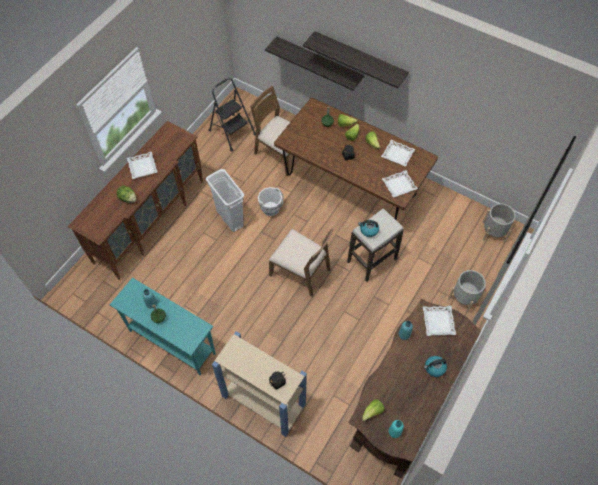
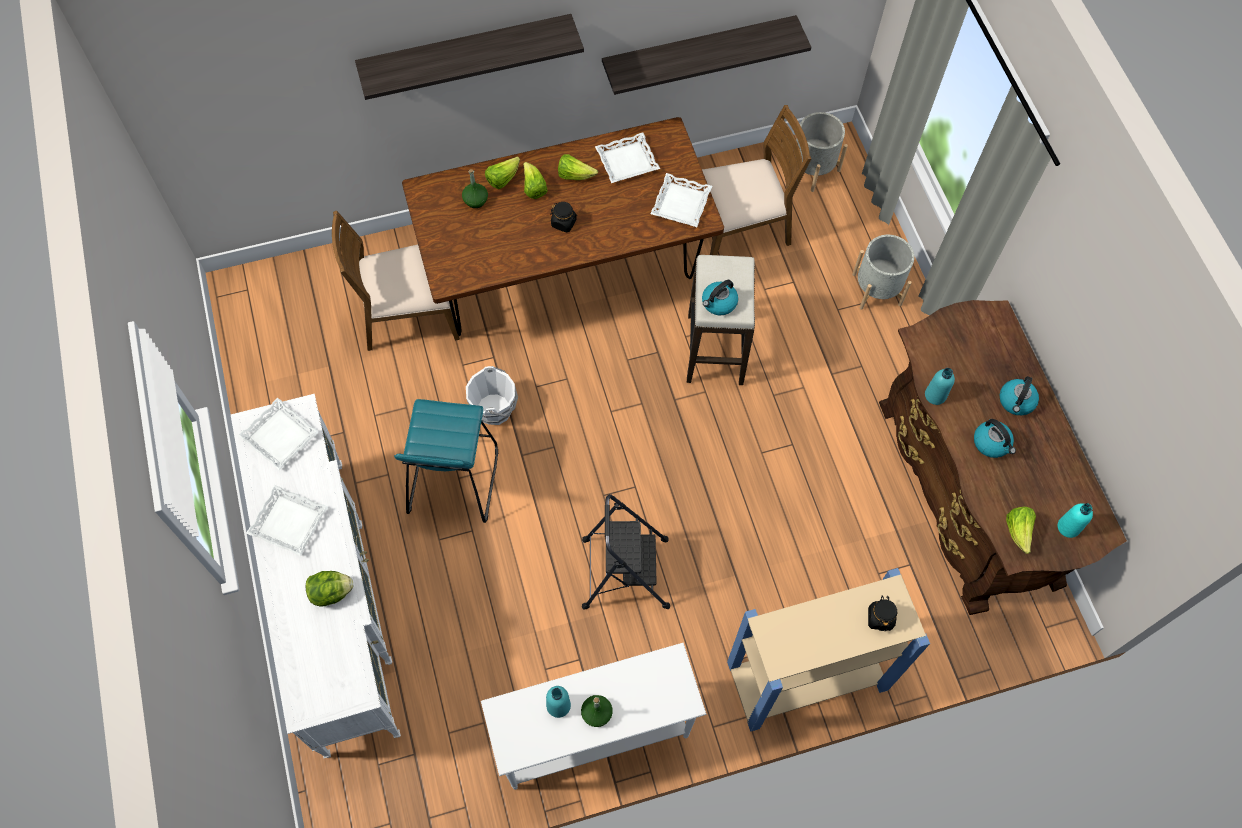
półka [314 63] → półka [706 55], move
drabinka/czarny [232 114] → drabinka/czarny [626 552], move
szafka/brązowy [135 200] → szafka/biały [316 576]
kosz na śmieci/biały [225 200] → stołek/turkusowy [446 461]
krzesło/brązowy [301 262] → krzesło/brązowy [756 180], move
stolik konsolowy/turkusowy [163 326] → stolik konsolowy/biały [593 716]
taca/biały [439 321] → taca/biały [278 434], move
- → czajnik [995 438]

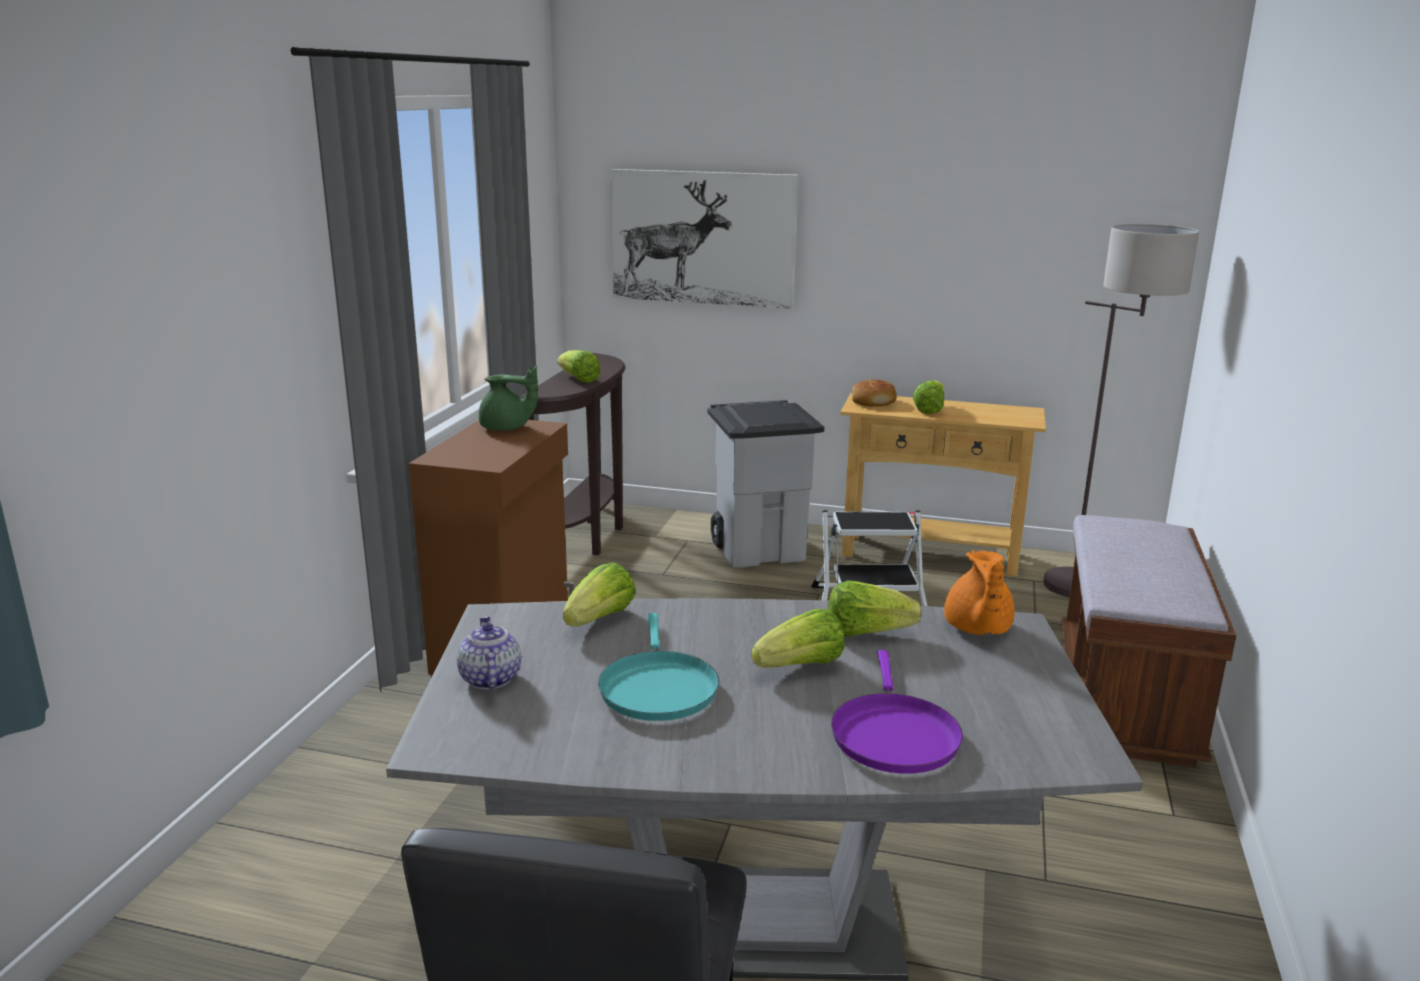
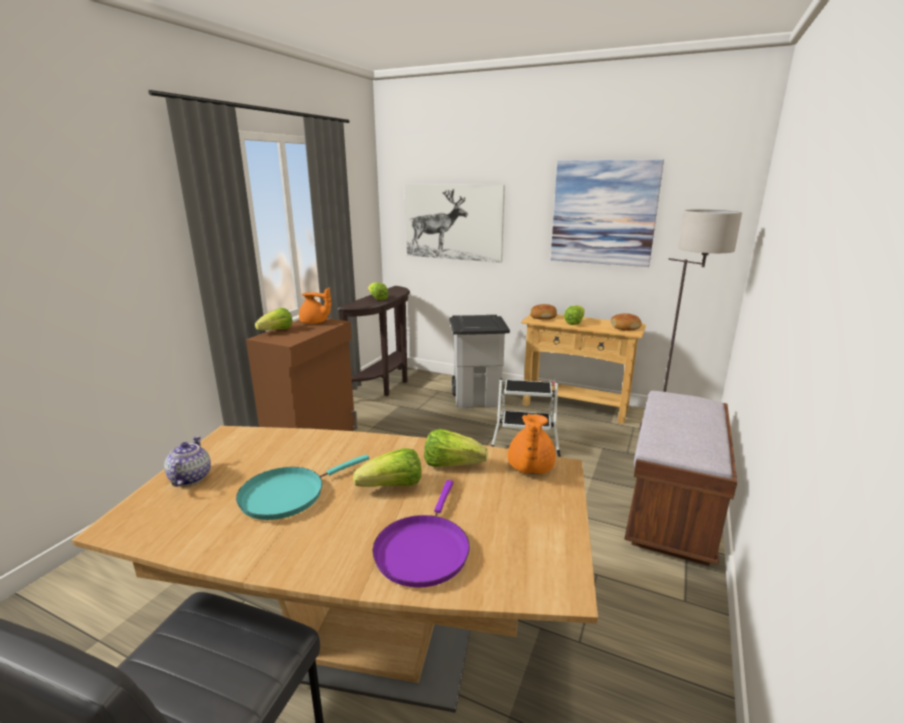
imbryk/zielony [508 398] → imbryk/pomarańczowy [315 306]
sałata [599 595] → sałata [273 319], move
stół jadalny/szary [764 789] → stół jadalny/brązowy [335 569]
patelnia/turkusowy [658 667] → patelnia/turkusowy [302 487], 45 degrees clockwise
- → obraz [607 213]
- → chleb [626 322]

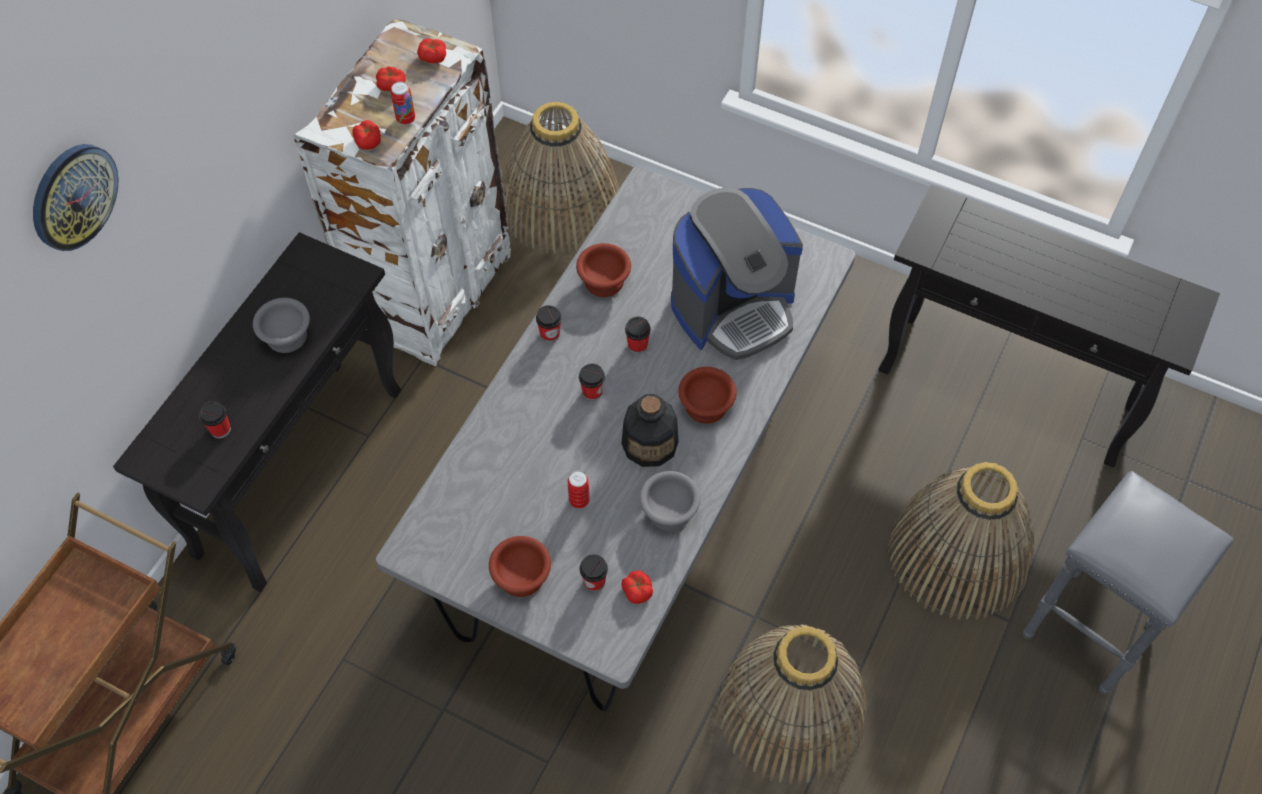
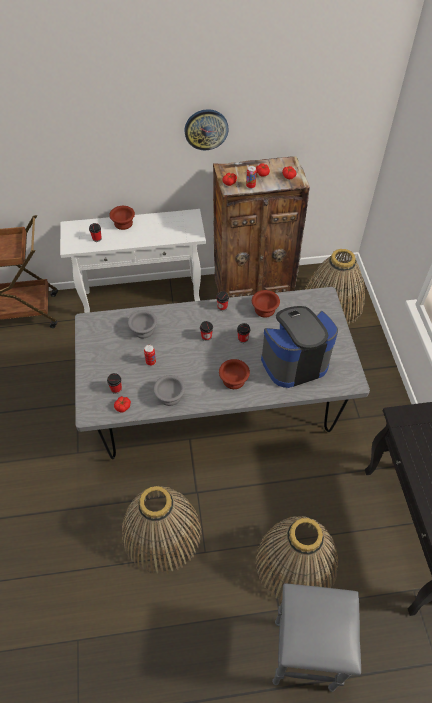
szafka/biały [402 192] → szafka/brązowy [261 227]
zegar ścienny [76 197] → zegar ścienny [206 129], move
ekspres do kawy [737 274] → ekspres do kawy [299 347], 135 degrees clockwise
stolik konsolowy/czarny [257 412] → stolik konsolowy/biały [133 261]
miska/szary [281 325] → miska/szary [142 324], move
butelka [649 430] → -
miska/brązowy [520 566] → miska/brązowy [122 218], move

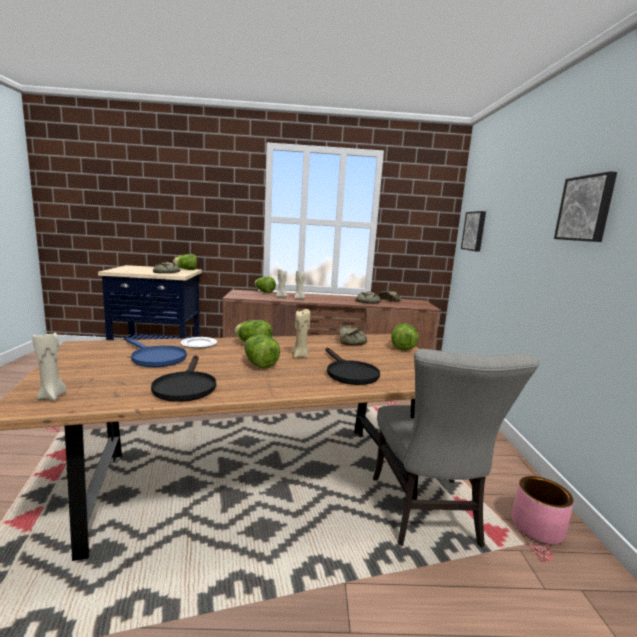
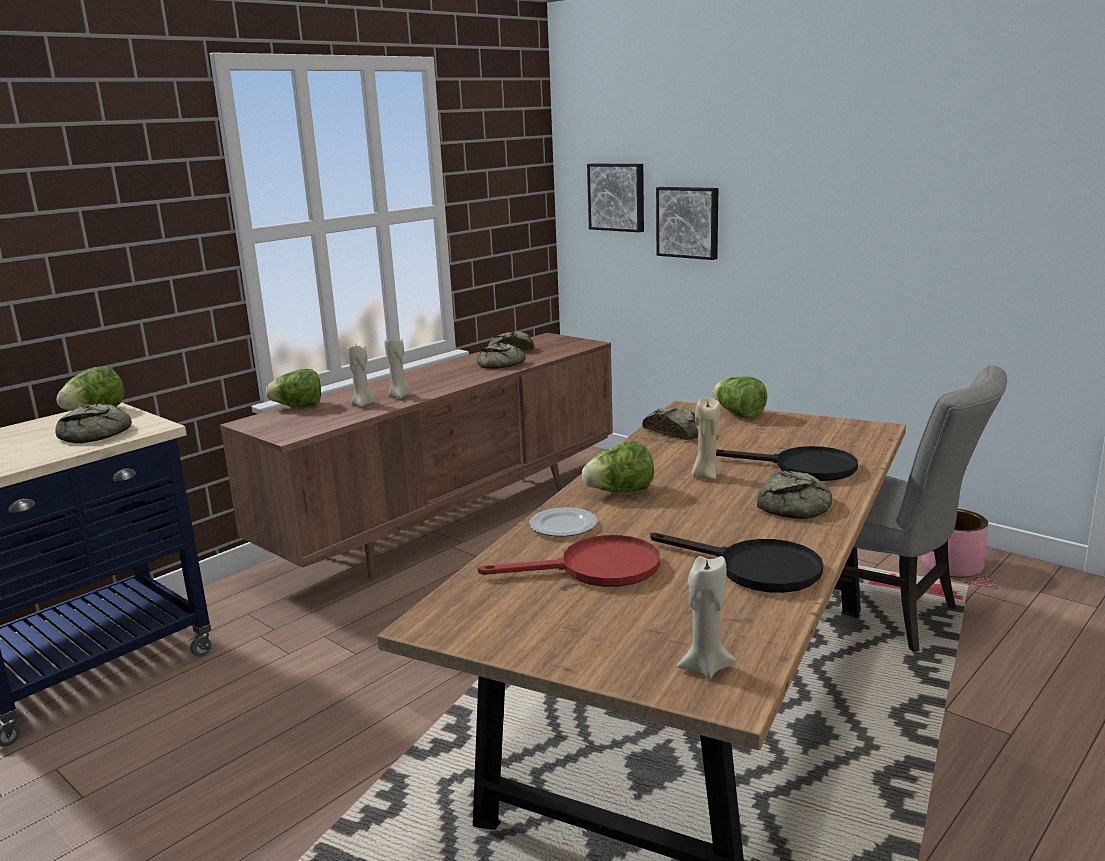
obraz [585 206] → obraz [687 223], move
sałata [262 352] → -
patelnia/niebieski [156 352] → patelnia/czerwony [569 561]
- → chleb [794 495]

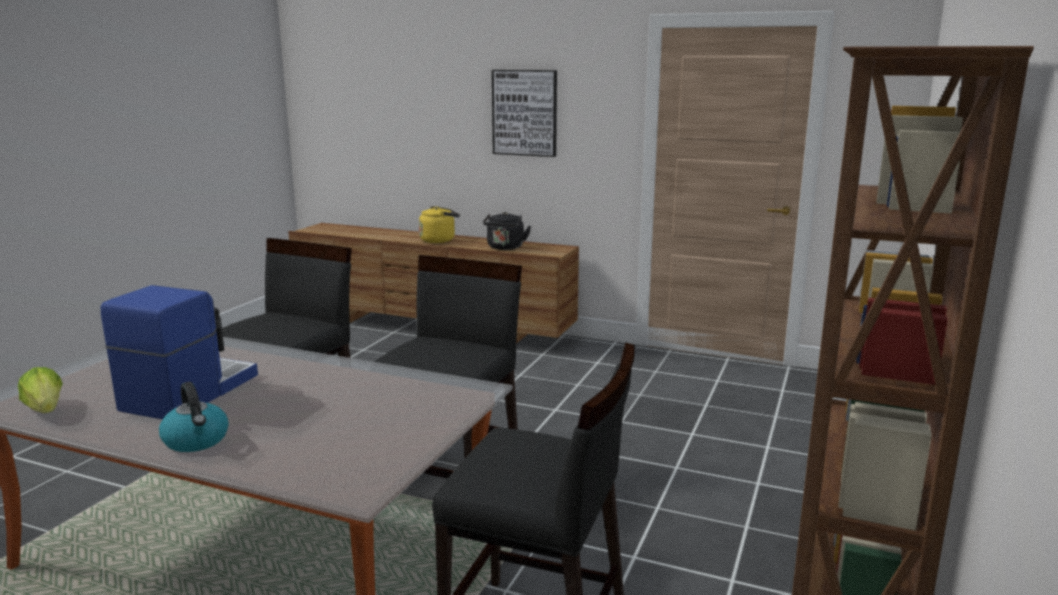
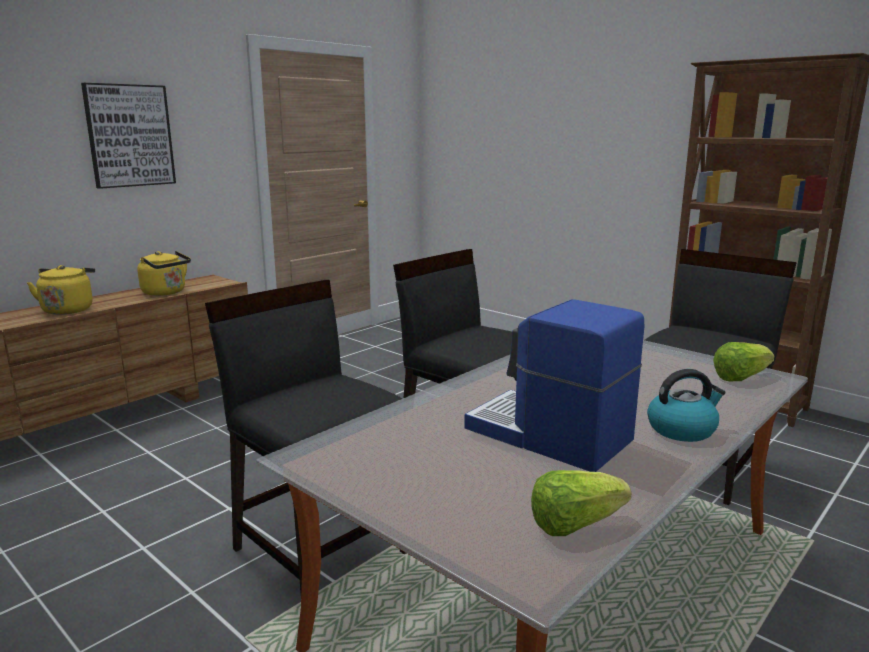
czajnik/czarny [507 231] → czajnik/żółty [164 273]
- → sałata [744 361]

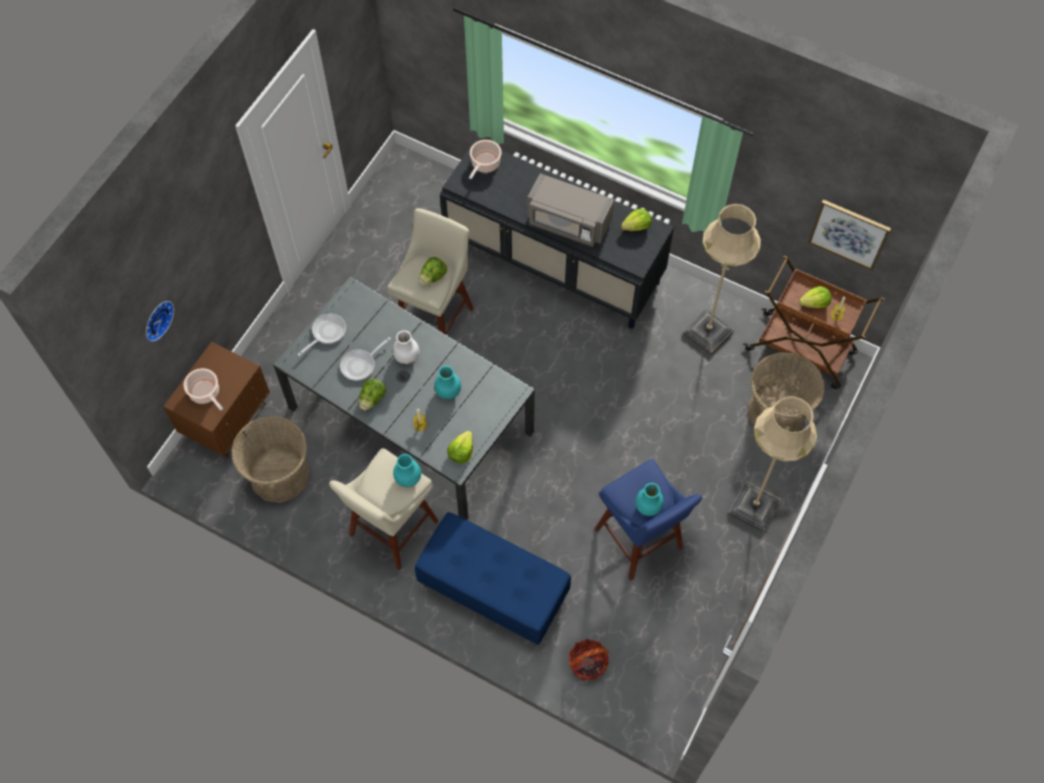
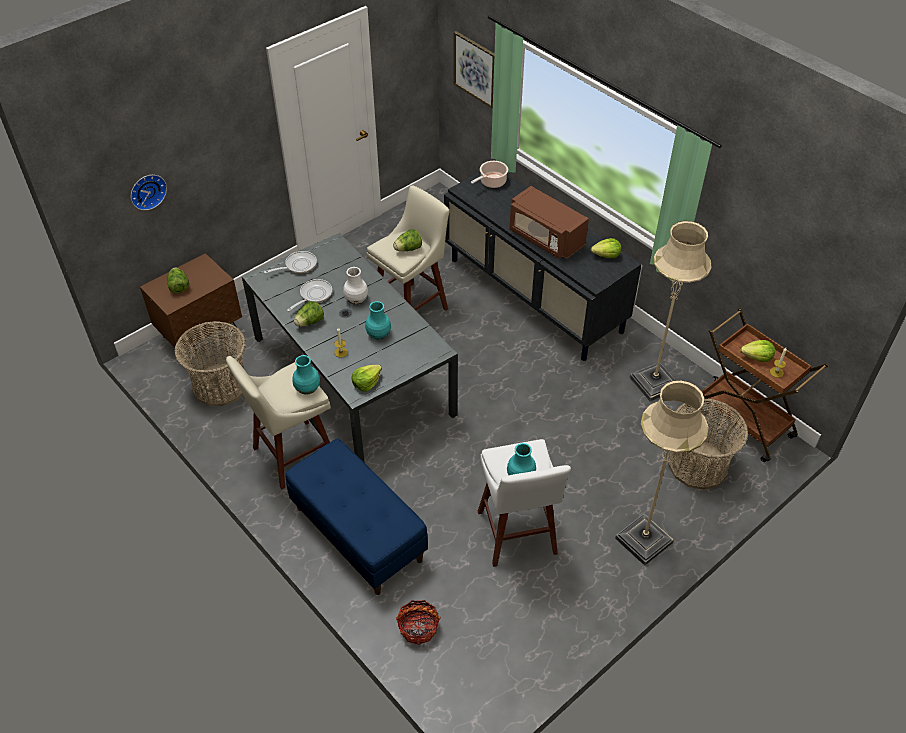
mikrofalówka/szary [570 210] → mikrofalówka/brązowy [549 222]
obraz [849 235] → obraz [474 69], move
patelnia [365 359] → patelnia [309 295], 150 degrees clockwise
garnek [203 389] → sałata [178 280]
stołek/niebieski [648 520] → stołek/biały [524 503]

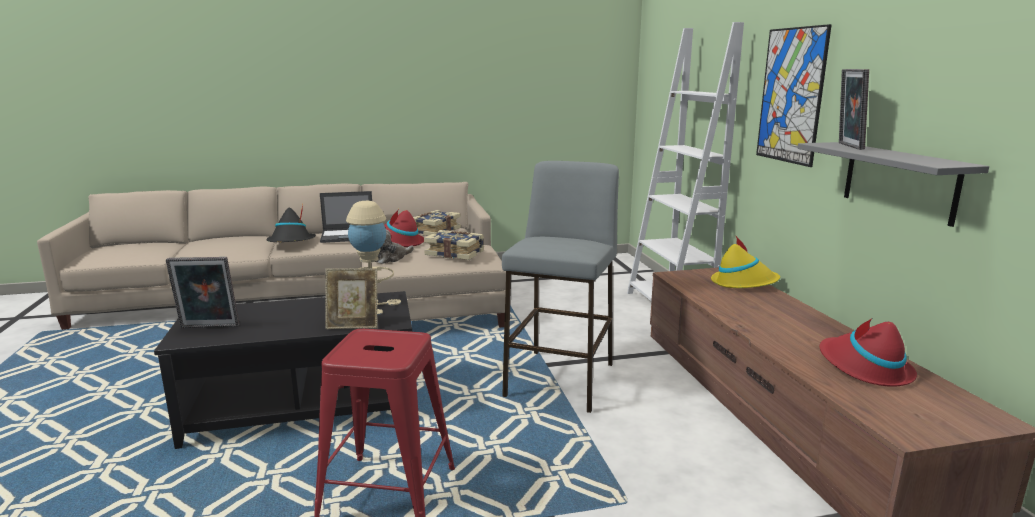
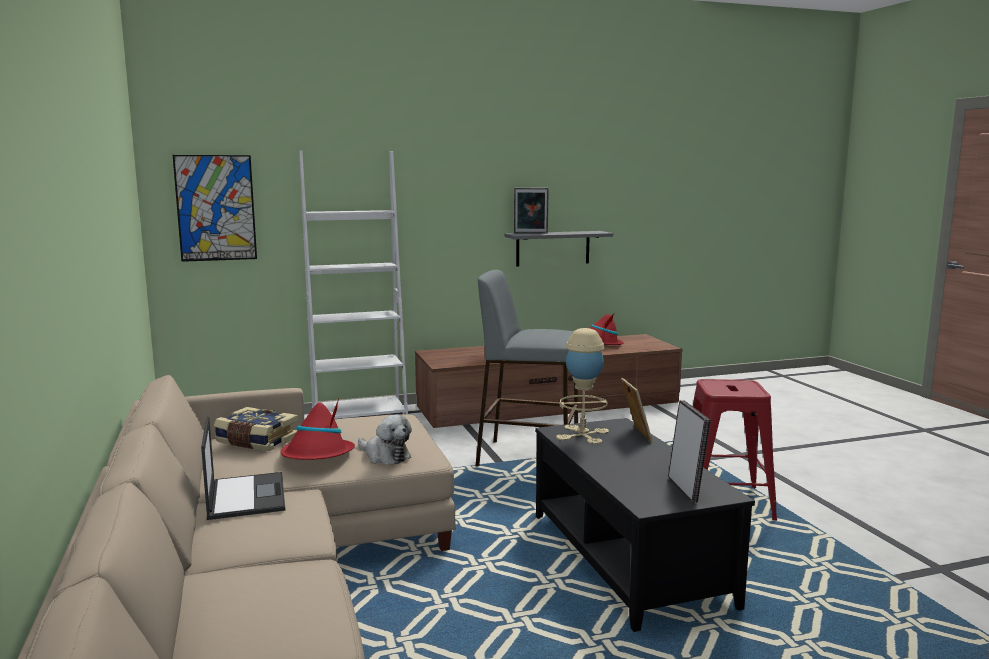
obraz [794 95] → obraz [215 208], move
kapelusz/czarny [291 223] → -
książka [454 245] → -
kapelusz/żółty [745 262] → -

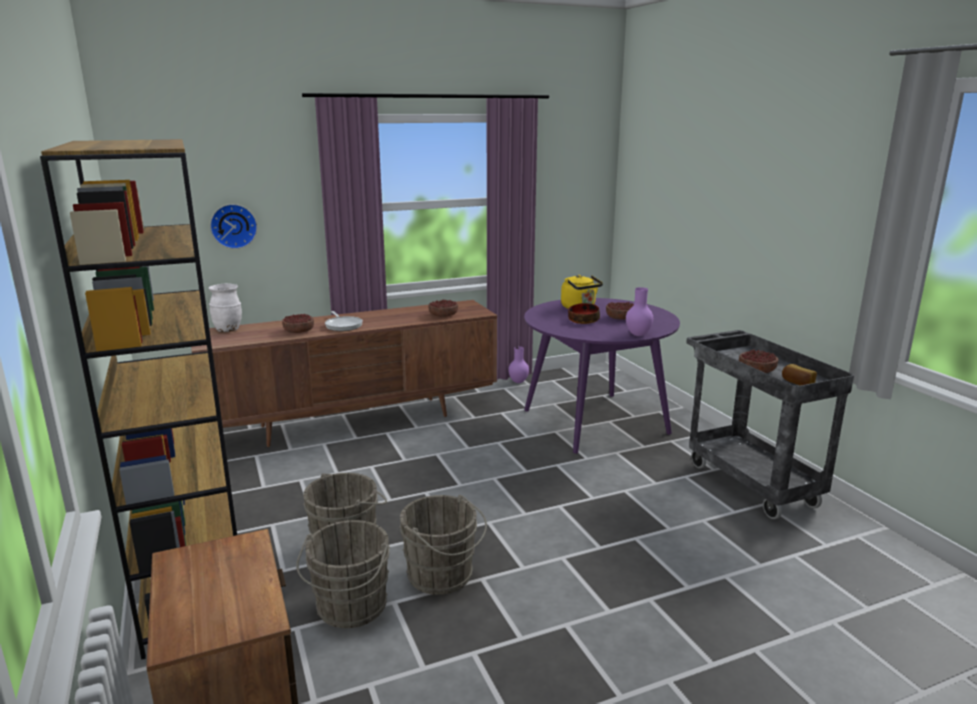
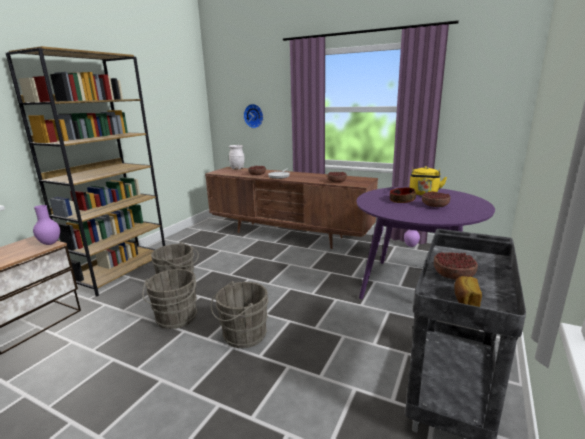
wazon/fioletowy [639 311] → wazon/fioletowy [46 225], move
wiadro/szary [343 574] → wiadro/szary [240 314], move

